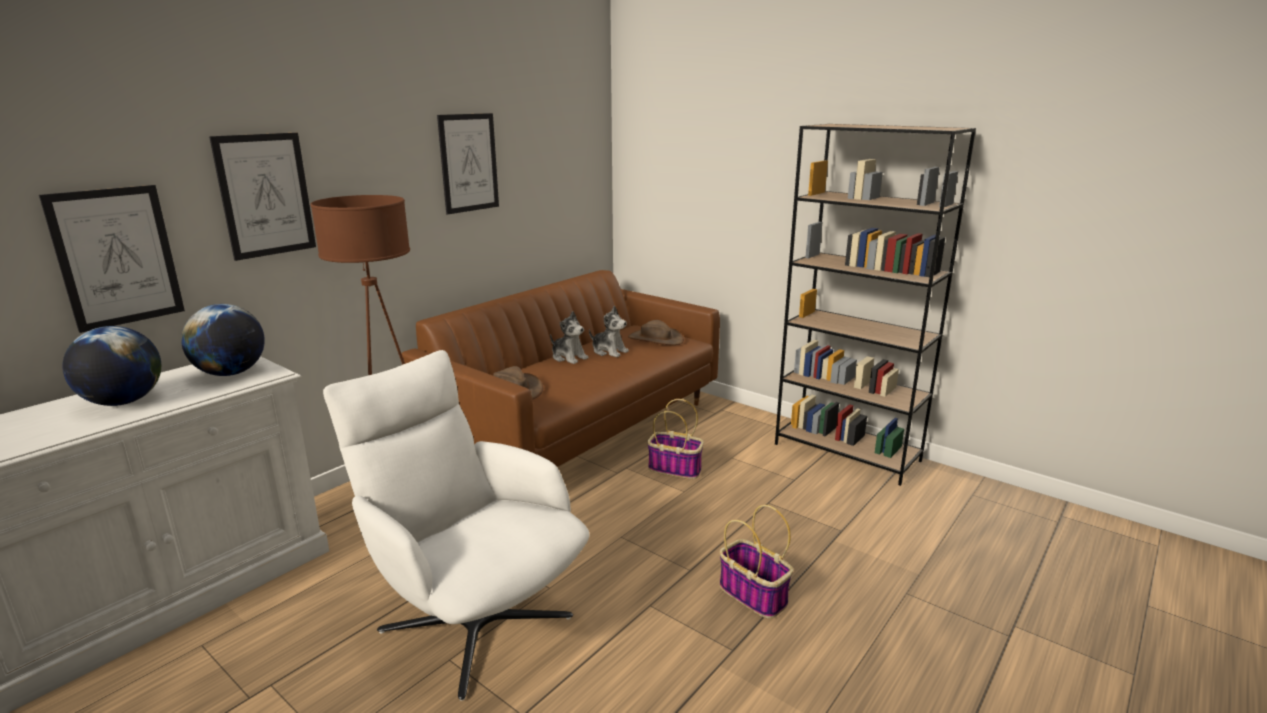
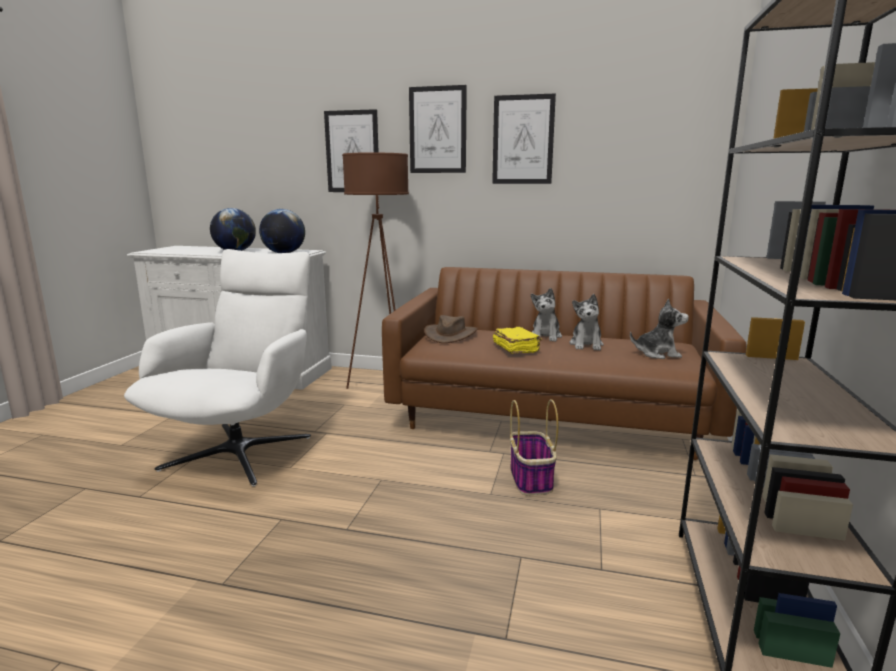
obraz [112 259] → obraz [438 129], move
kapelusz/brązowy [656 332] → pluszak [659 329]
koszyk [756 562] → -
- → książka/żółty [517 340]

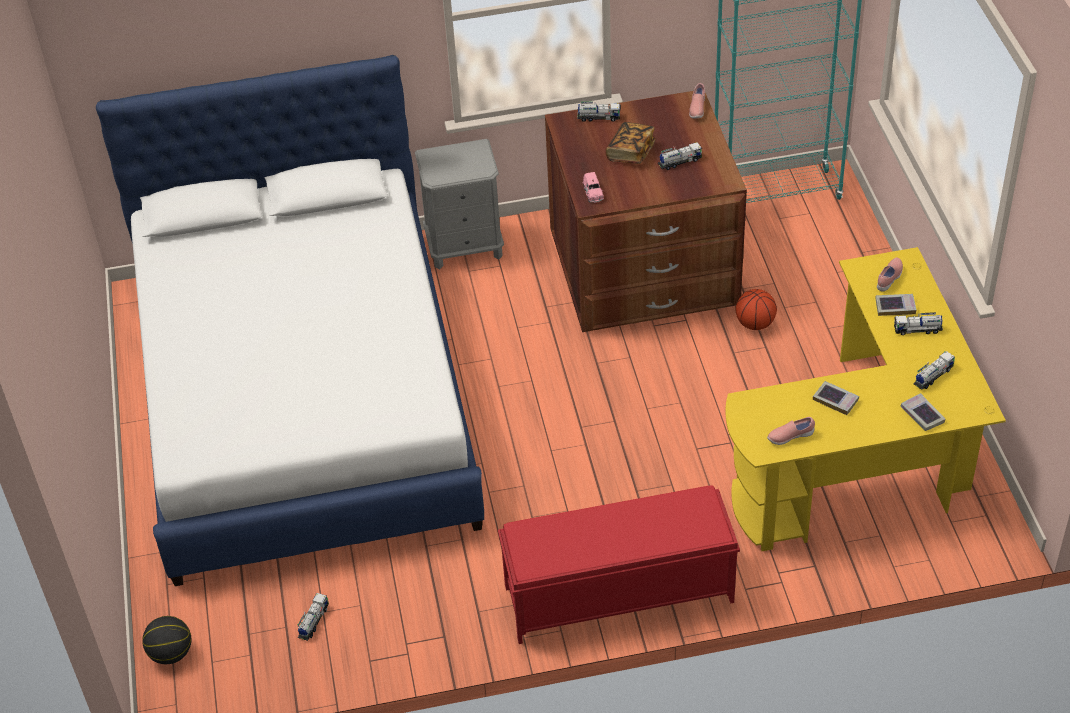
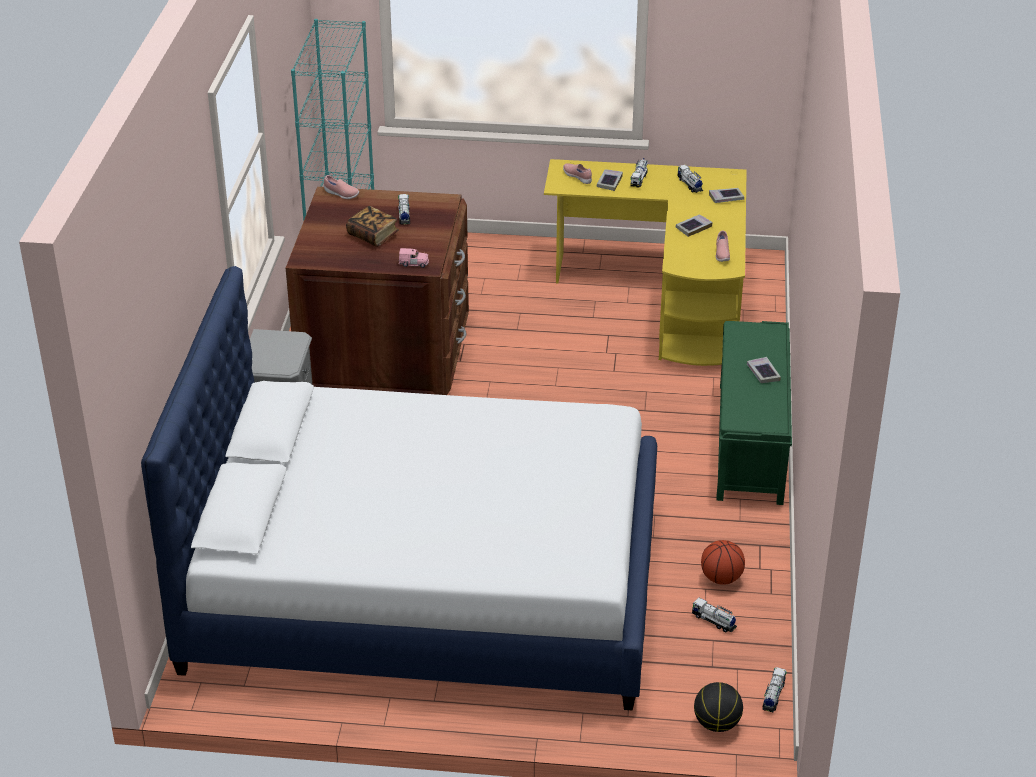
ciężarówka zabawkowa [599 112] → ciężarówka zabawkowa [775 689], move
piłka do koszykówki [756 309] → piłka do koszykówki [723 562], move
ławka/czerwony [619 564] → ławka/zielony [754 413]
- → książka [764 370]

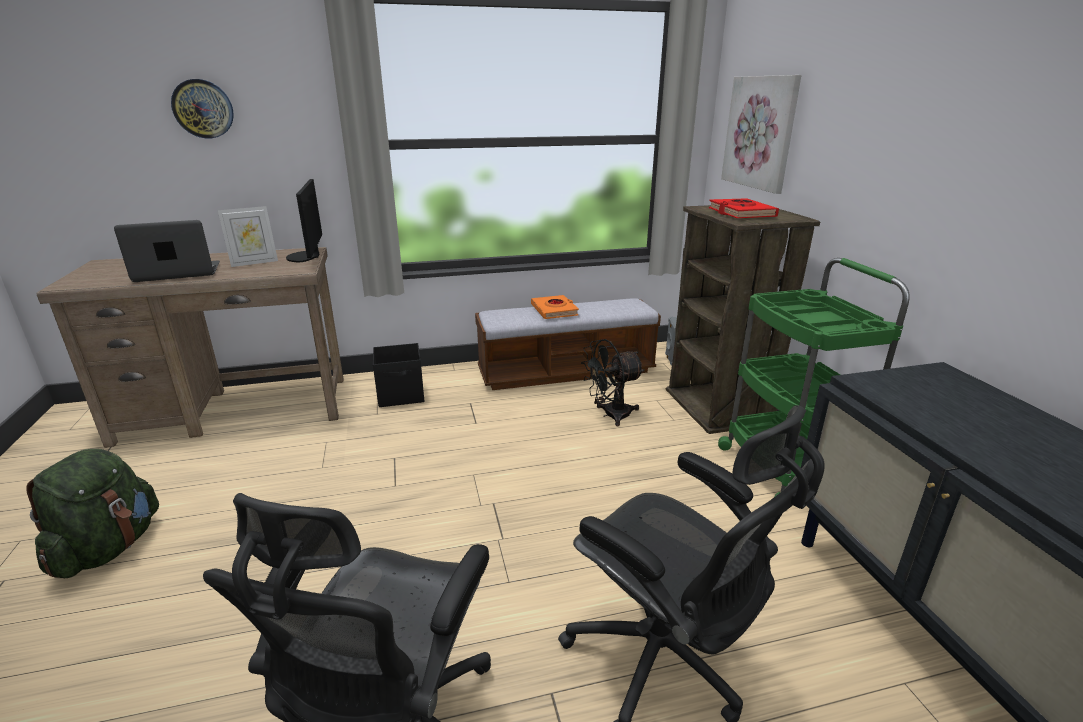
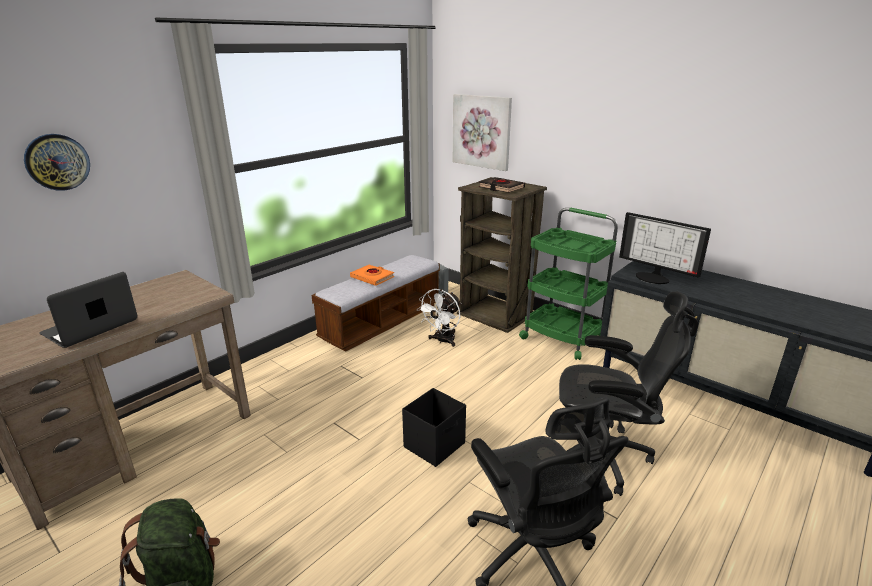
monitor [304 220] → monitor [665 248], move
książka/czerwony [744 208] → książka/czarny [502 185]
ramka na zdjęcie [248 236] → -
wentylator/czarny [613 382] → wentylator/biały [439 318]
pojemnik do przechowywania/czarny [398 375] → pojemnik do przechowywania/czarny [434 427], move

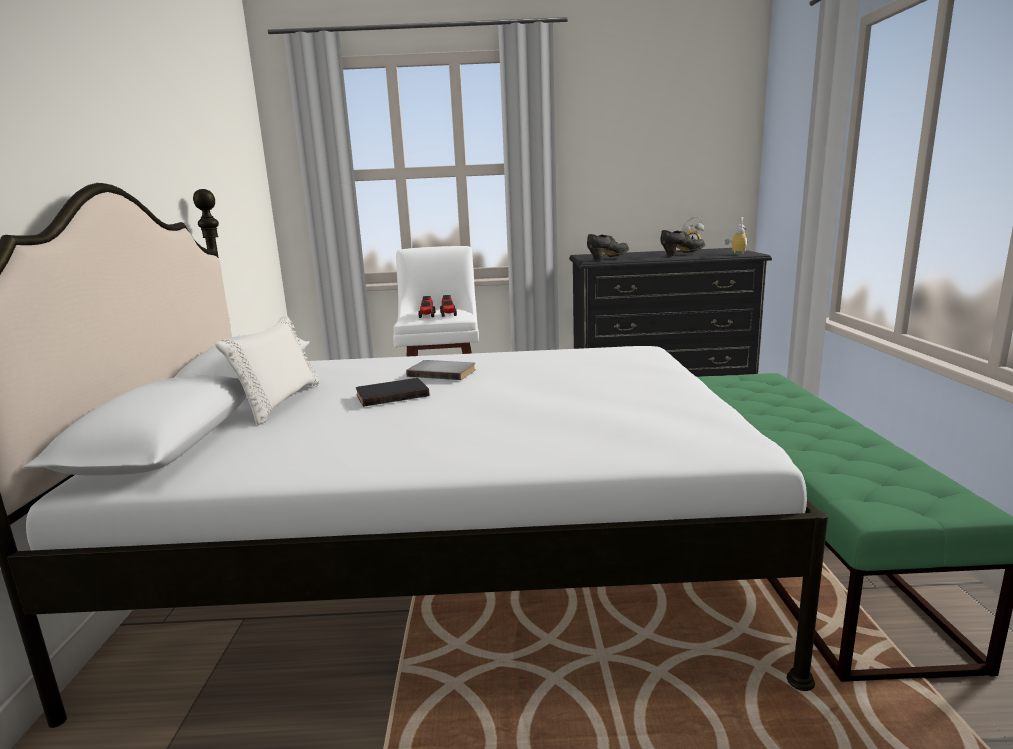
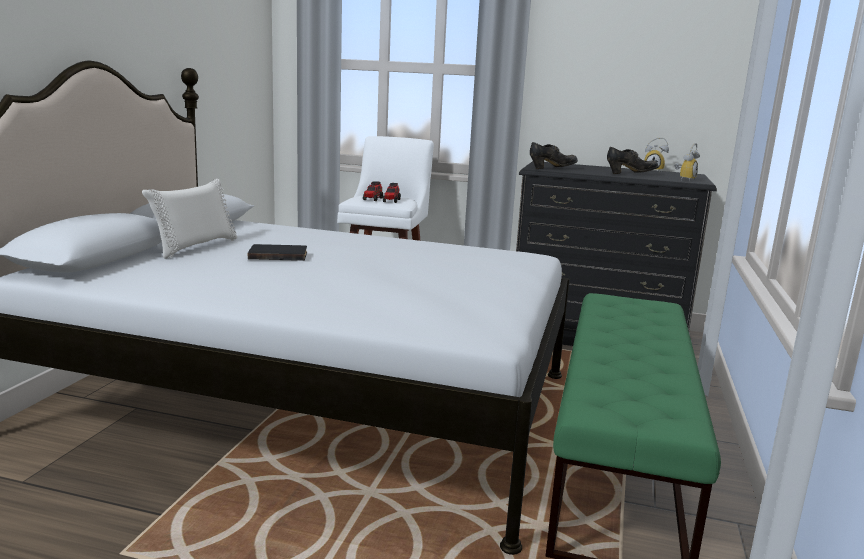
książka/szary [441 370] → -

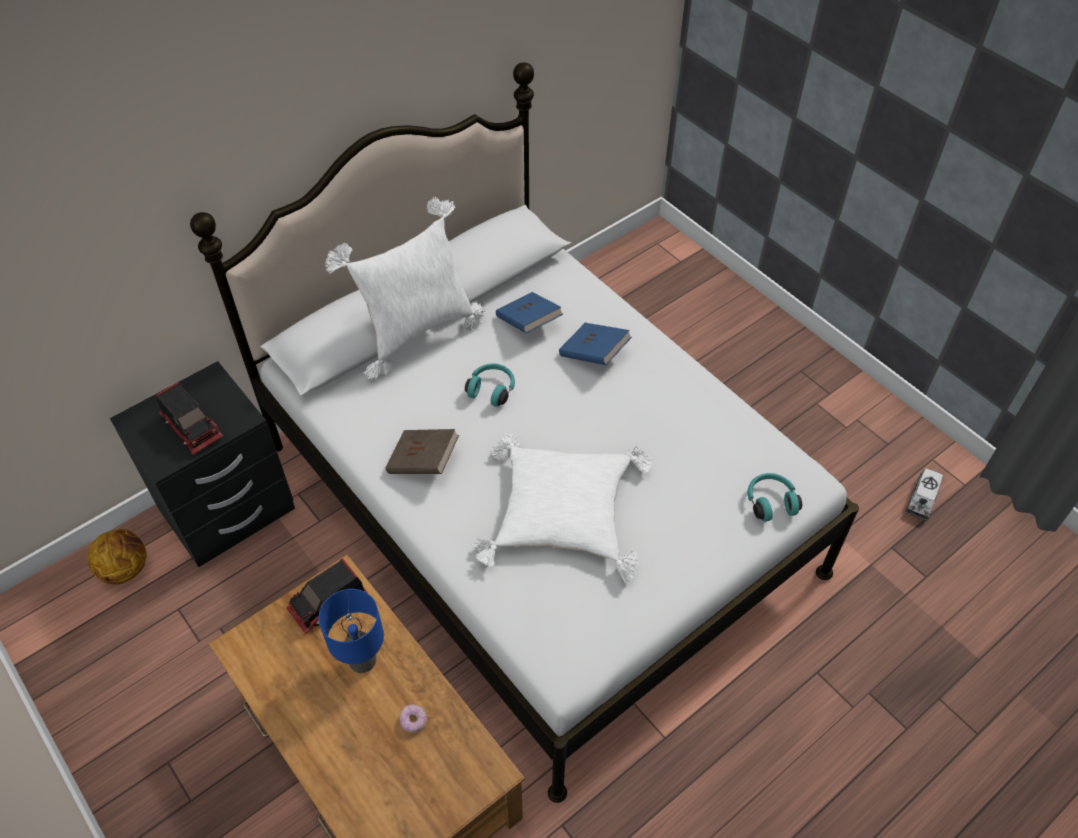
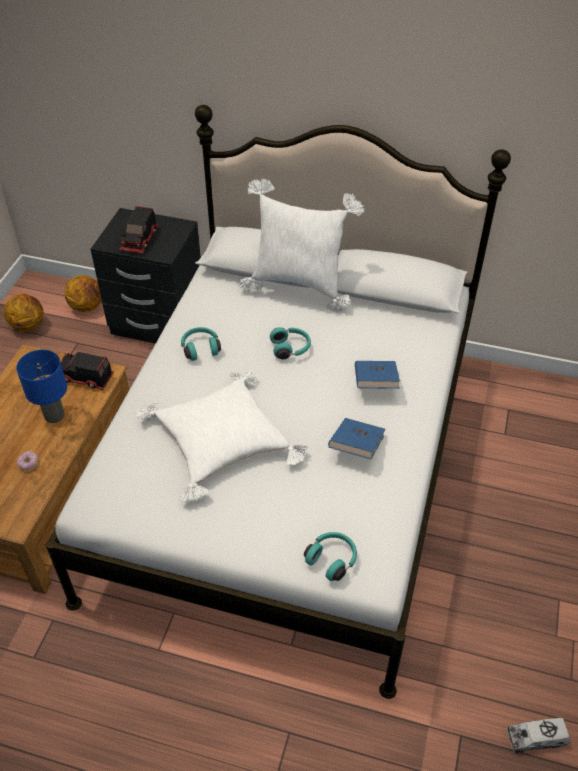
książka/niebieski [529 313] → książka/niebieski [356 439], move
książka/brązowy [422 451] → słuchawki/turkusowy [201 344]
- → piłka do koszykówki [24 313]

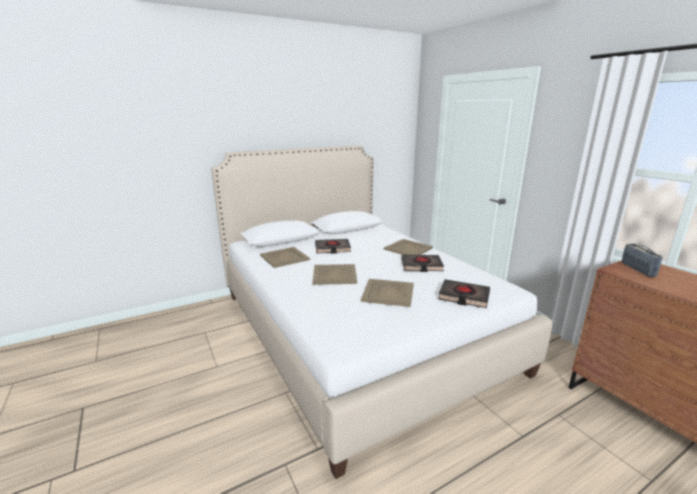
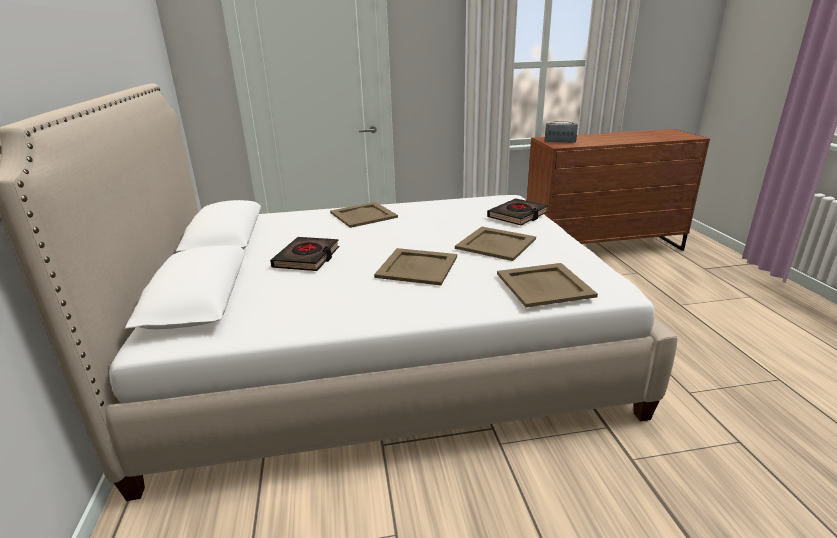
taca/beżowy [285 257] → taca/beżowy [547 285], move
książka/czarny [422 263] → -

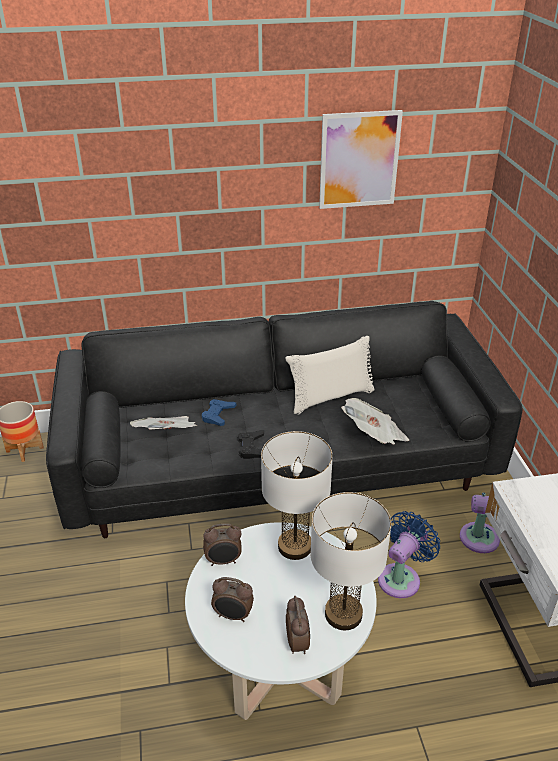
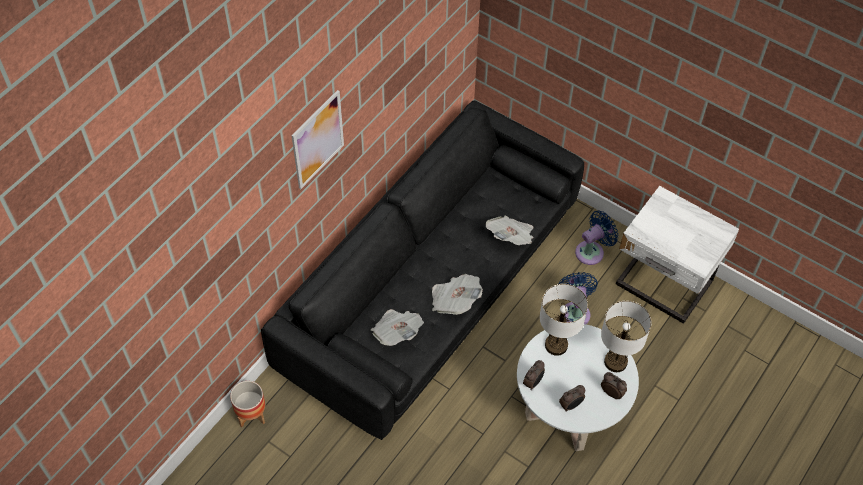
obraz [361 159] → obraz [317 139], move
poduszka/biały [330 375] → -
pad do gier/niebieski [219 412] → -
pad do gier/czarny [250 444] → gazeta [457 294]

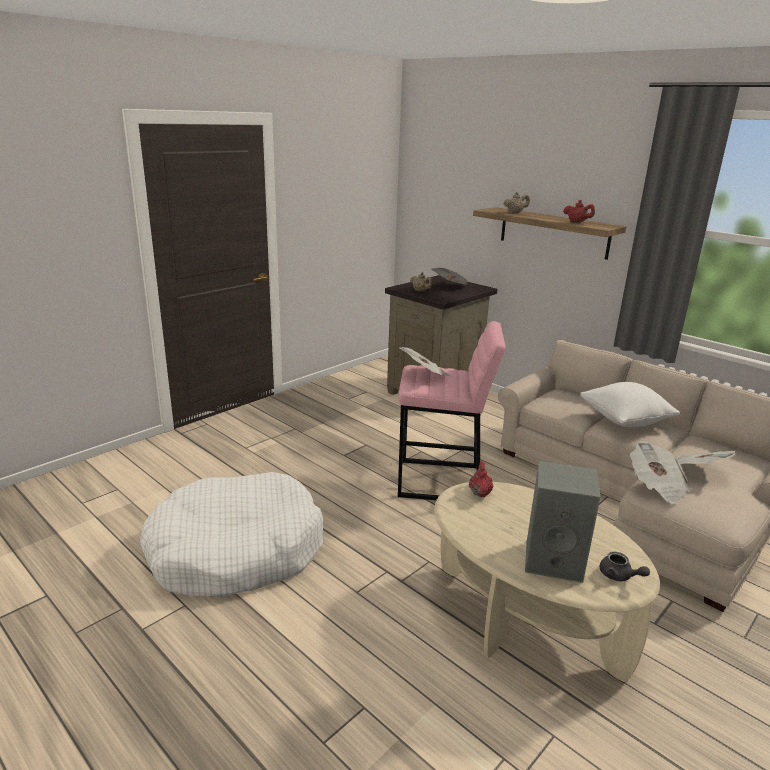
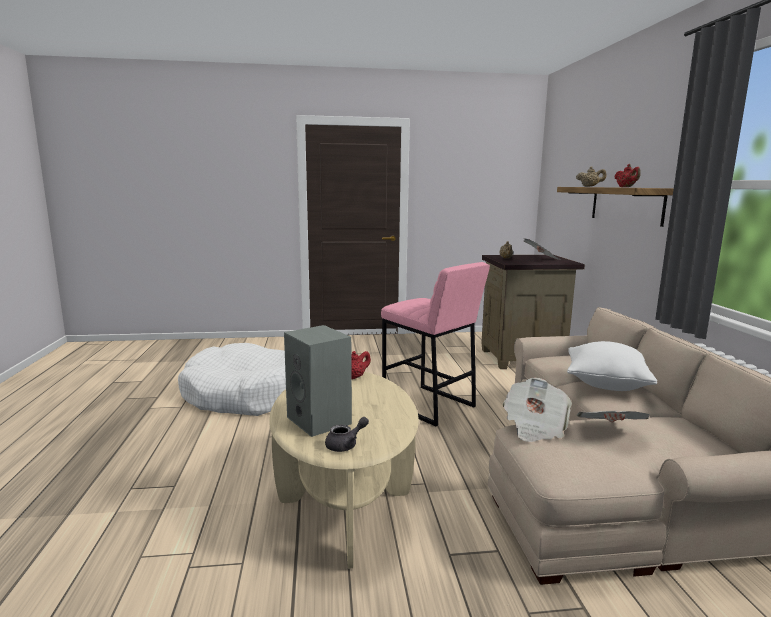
gazeta [426 362] → -
imbryk/szary [625 566] → imbryk/szary [347 434], 120 degrees counterclockwise

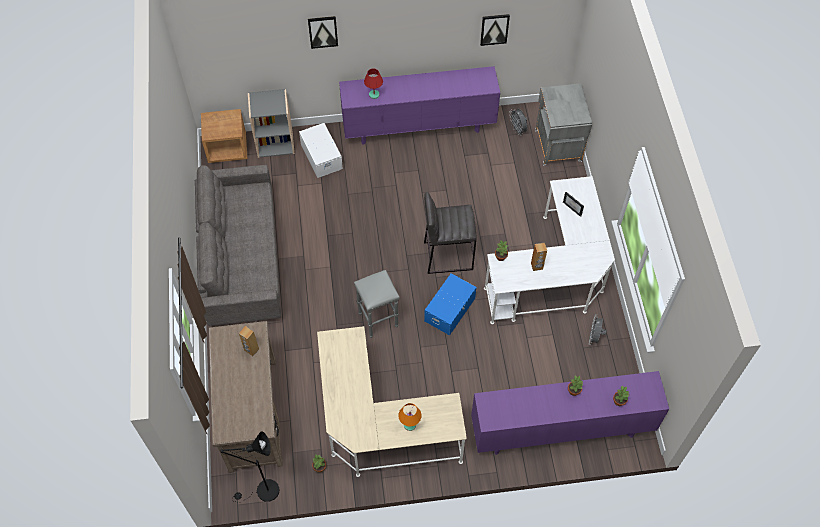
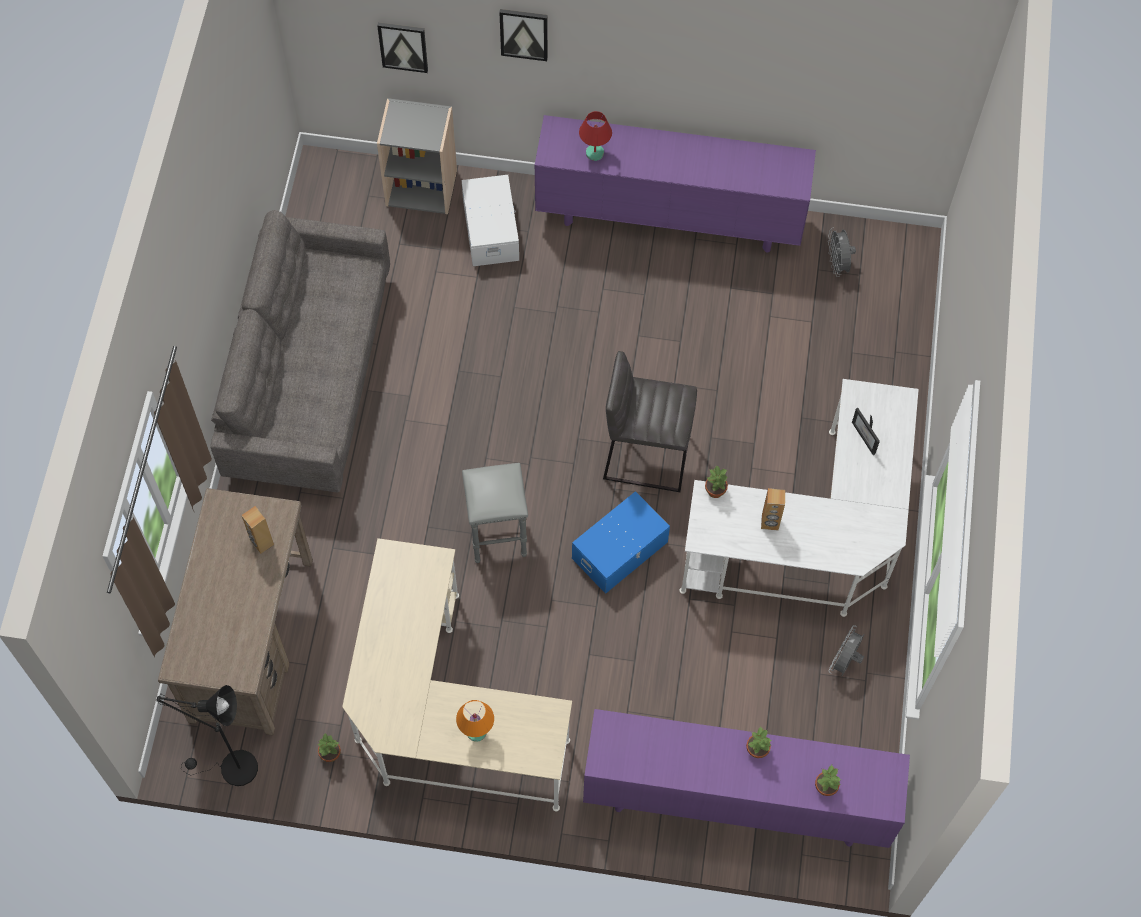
obraz [495 30] → obraz [402 47], move
wózek/szary [563 124] → -
szafka nocna/brązowy [224 136] → -

